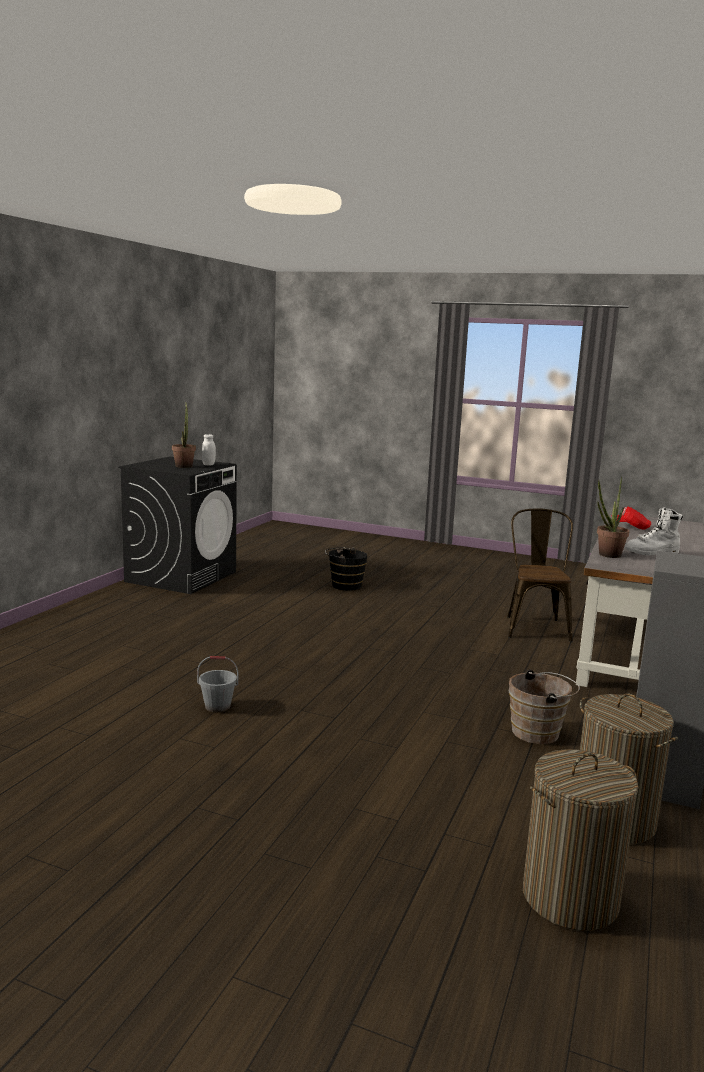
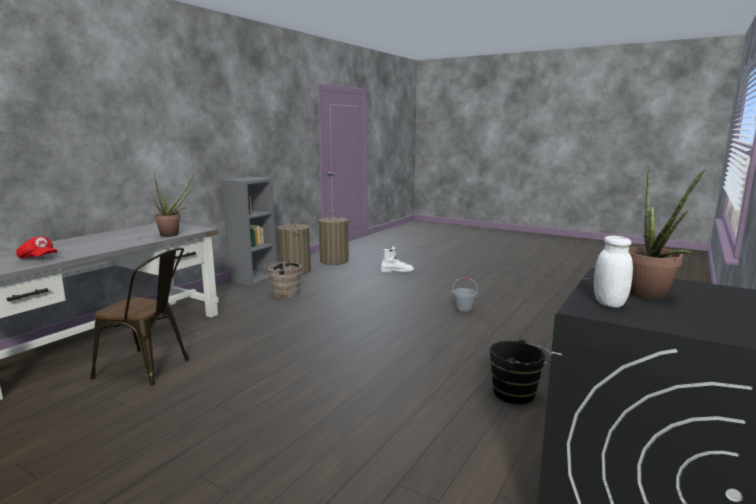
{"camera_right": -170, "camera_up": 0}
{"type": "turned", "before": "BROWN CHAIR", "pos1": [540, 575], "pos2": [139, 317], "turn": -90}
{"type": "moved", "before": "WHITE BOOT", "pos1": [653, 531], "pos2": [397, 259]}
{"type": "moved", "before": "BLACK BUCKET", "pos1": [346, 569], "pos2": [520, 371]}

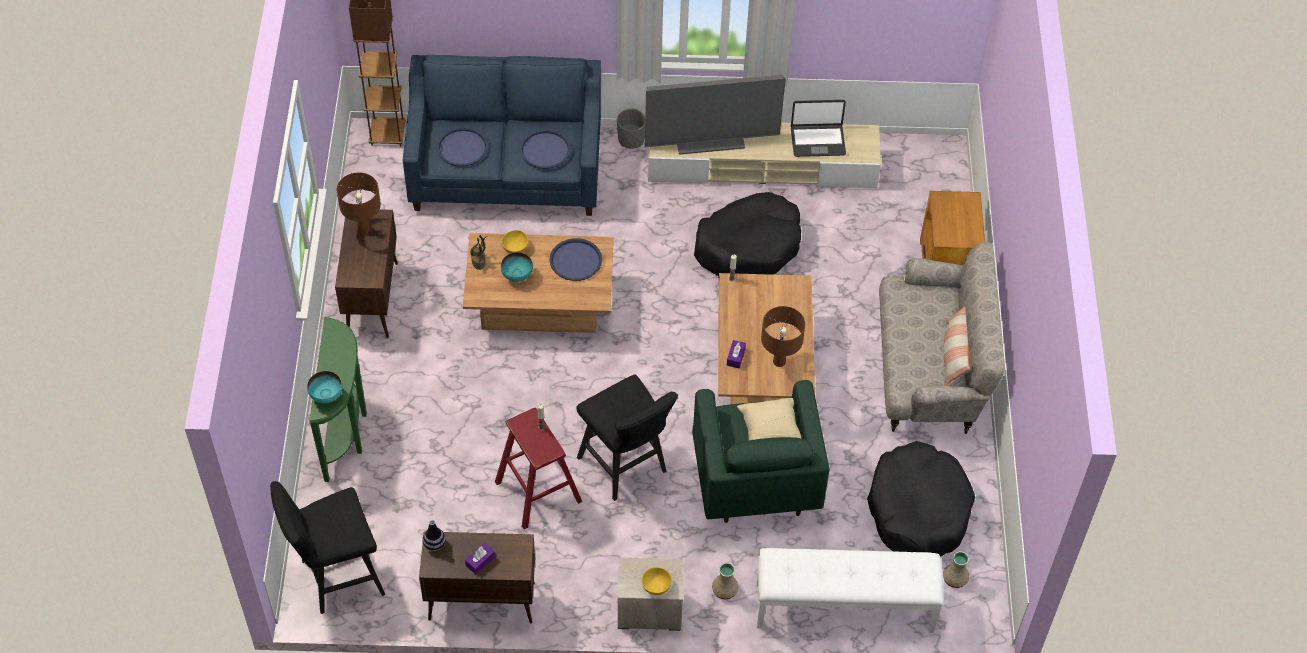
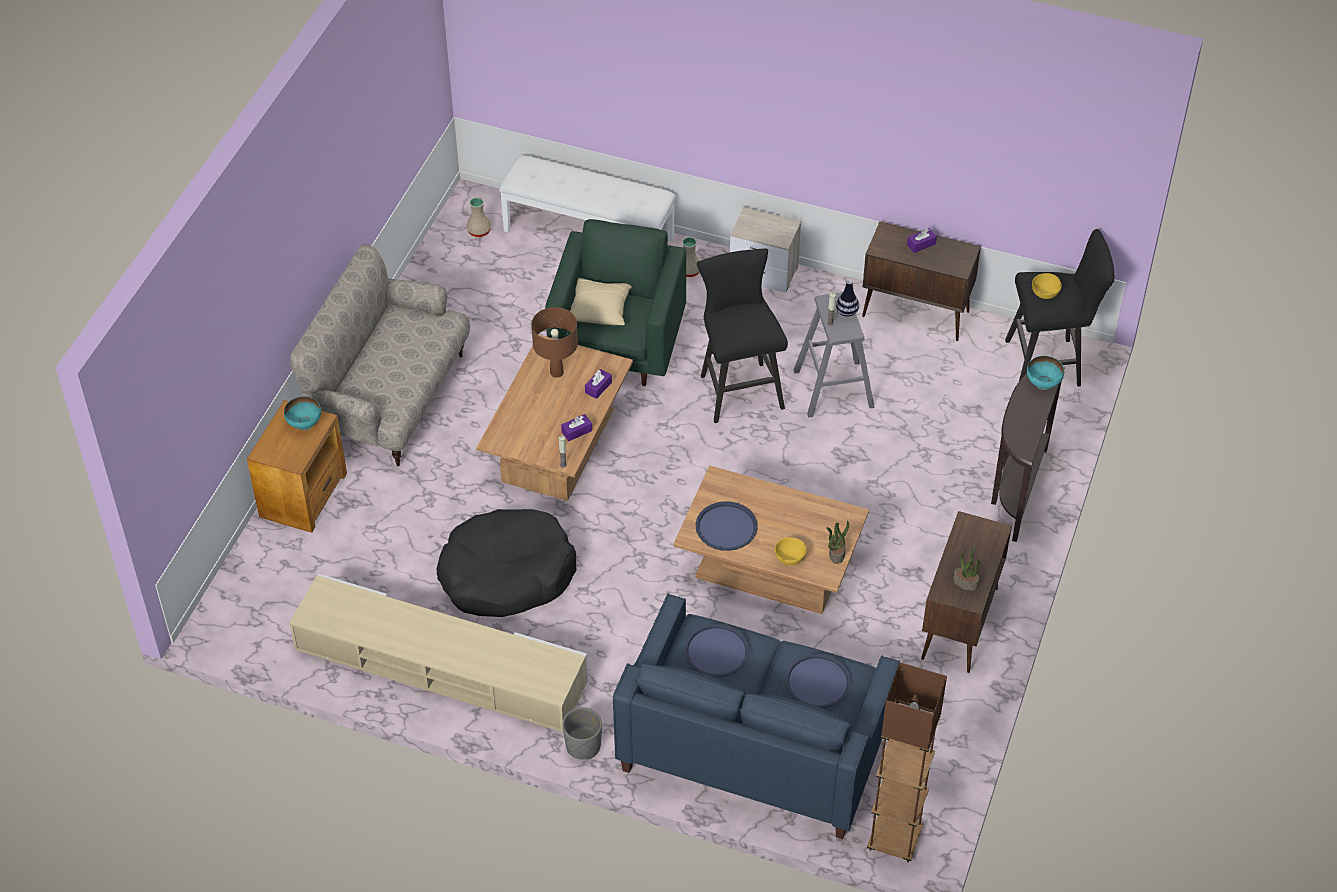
{"camera_right": -160, "camera_up": -5}
{"type": "moved", "before": "TURQUOISE BOWL", "pos1": [517, 267], "pos2": [302, 413]}
{"type": "added", "after": "PURPLE TISSUE BOX", "pos2": [576, 427]}
{"type": "recoloured", "before": "RED STOOL", "after": "GREY STOOL", "pos1": [538, 468], "pos2": [834, 355]}
{"type": "moved", "before": "VASE", "pos1": [434, 535], "pos2": [847, 298]}
{"type": "replaced", "before": "BROWN TABLE LAMP", "after": "POTTED PLANT", "pos1": [359, 203], "pos2": [966, 568]}
{"type": "recoloured", "before": "GREEN CONSOLE TABLE", "after": "BROWN CONSOLE TABLE", "pos1": [338, 399], "pos2": [1028, 454]}
{"type": "moved", "before": "YELLOW BOWL", "pos1": [656, 581], "pos2": [1047, 286]}
{"type": "removed", "before": "TELEVISION", "pos1": [715, 115]}
{"type": "removed", "before": "LAPTOP", "pos1": [818, 128]}
{"type": "removed", "before": "BLACK DOG BED", "pos1": [921, 499]}
{"type": "removed", "before": "PILLOW", "pos1": [956, 346]}

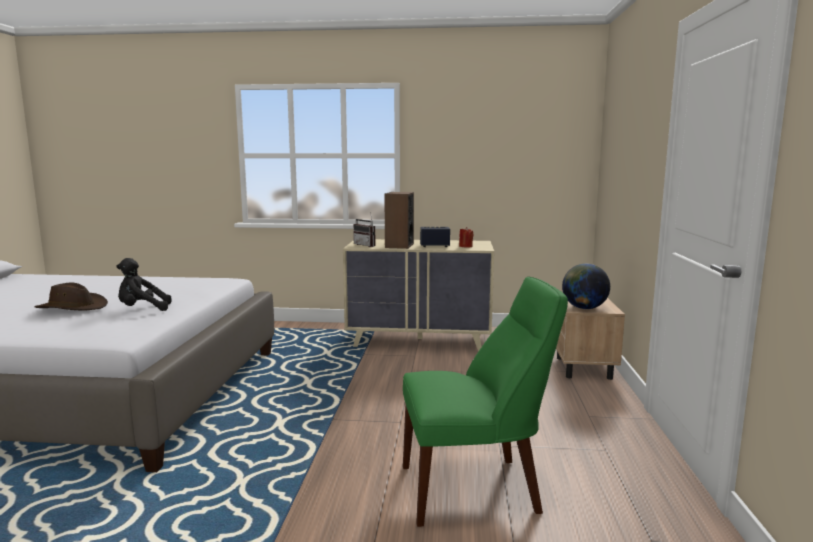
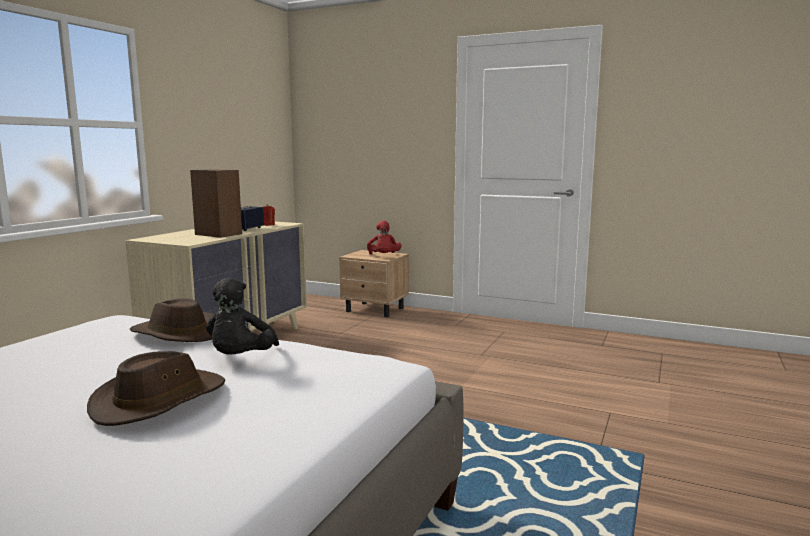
{"camera_right": -70, "camera_up": 0}
{"type": "added", "after": "BROWN HAT", "pos2": [172, 320]}
{"type": "replaced", "before": "GLOBE", "after": "RED PLUSH TOY", "pos1": [586, 286], "pos2": [384, 238]}
{"type": "removed", "before": "RADIO", "pos1": [364, 229]}
{"type": "removed", "before": "GREEN CHAIR", "pos1": [485, 402]}

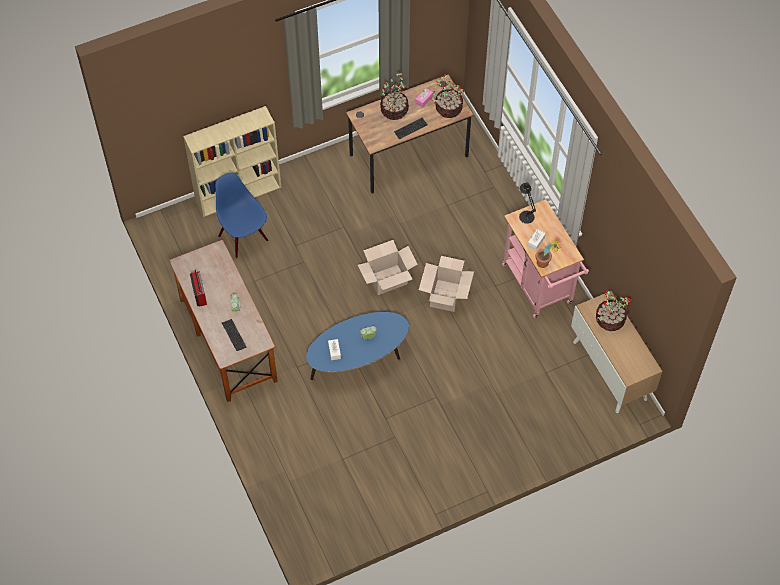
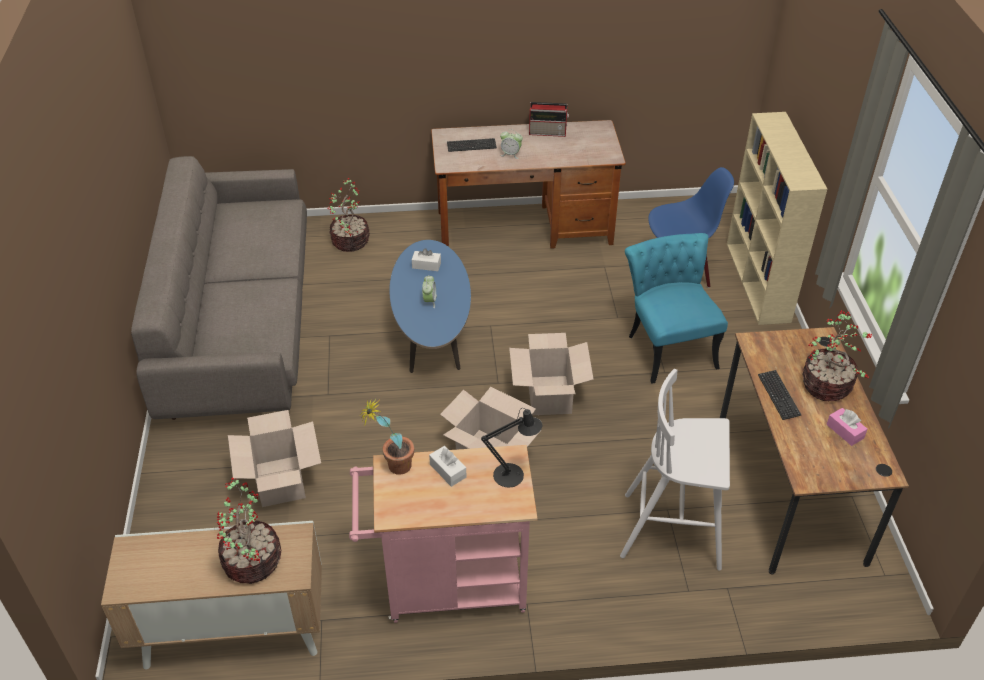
{"camera_right": 110, "camera_up": -15}
{"type": "added", "after": "GREY SOFA", "pos2": [219, 288]}
{"type": "added", "after": "CARDBOARD BOX", "pos2": [274, 458]}
{"type": "moved", "before": "POTTED PLANT", "pos1": [447, 96], "pos2": [349, 215]}
{"type": "added", "after": "WHITE STOOL", "pos2": [675, 470]}
{"type": "added", "after": "TURQUOISE CHAIR", "pos2": [676, 308]}

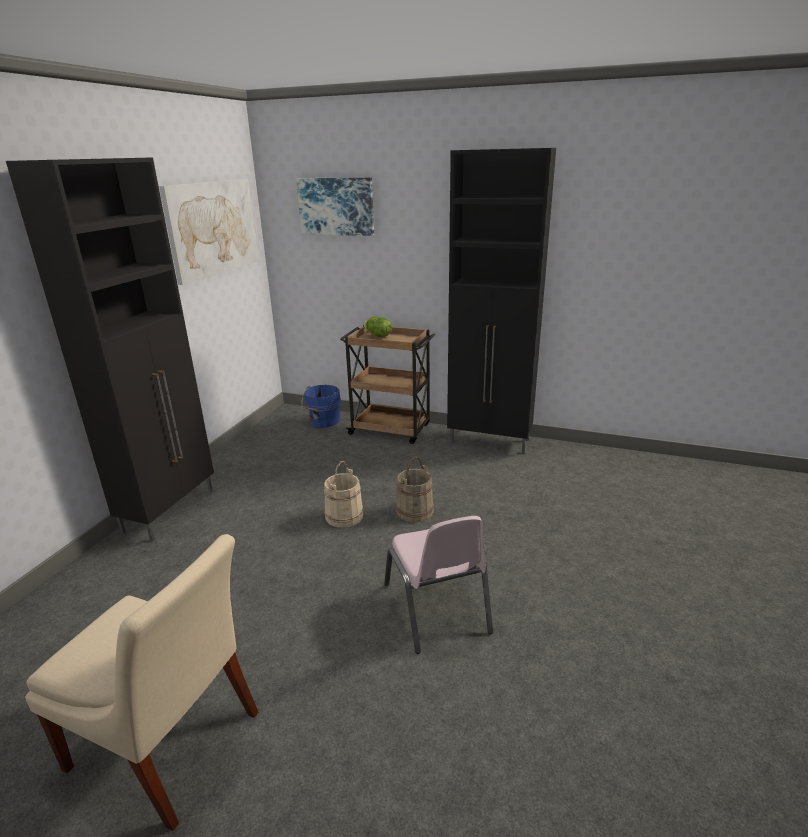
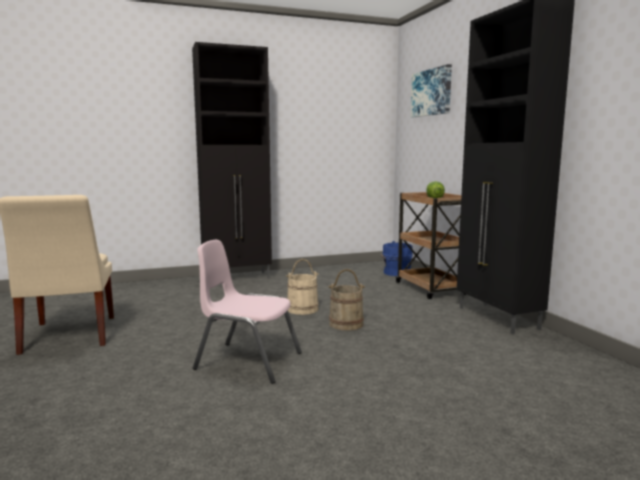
{"camera_right": 50, "camera_up": -15}
{"type": "turned", "before": "PINK CHAIR", "pos1": [438, 585], "pos2": [247, 312], "turn": 75}
{"type": "removed", "before": "PICTURE", "pos1": [209, 232]}

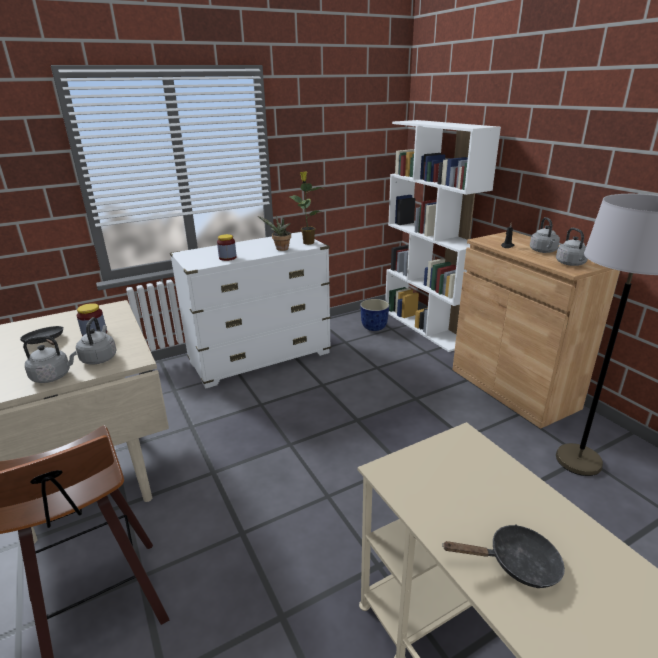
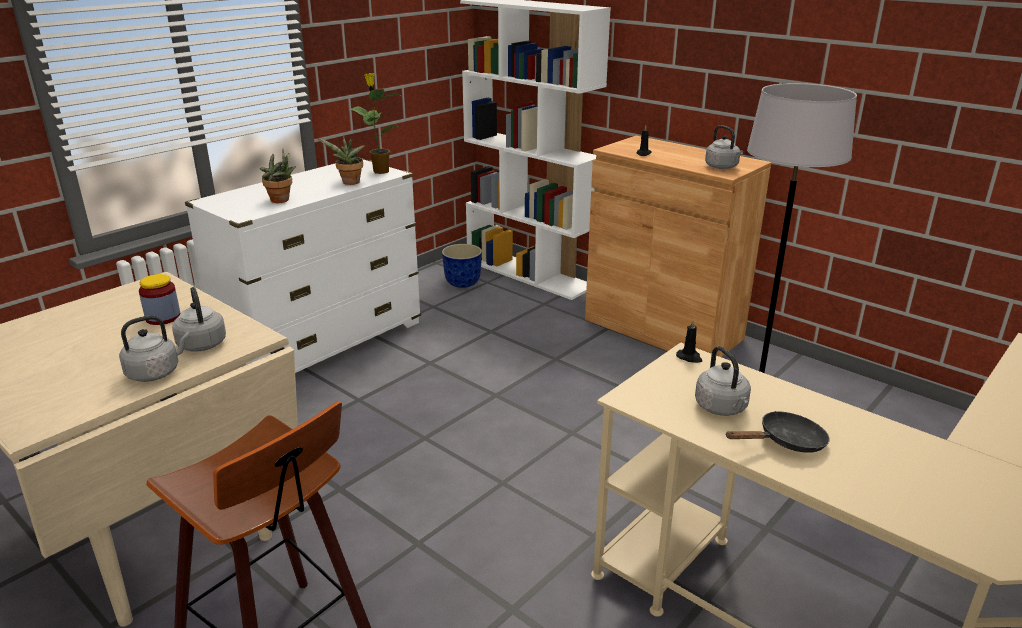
{"camera_right": -20, "camera_up": 0}
{"type": "replaced", "before": "JAR", "after": "POTTED PLANT", "pos1": [227, 247], "pos2": [278, 176]}
{"type": "added", "after": "BLACK CANDLE", "pos2": [689, 341]}
{"type": "moved", "before": "GREY KETTLE", "pos1": [545, 235], "pos2": [723, 381]}
{"type": "removed", "before": "BLACK FRYING PAN", "pos1": [41, 335]}

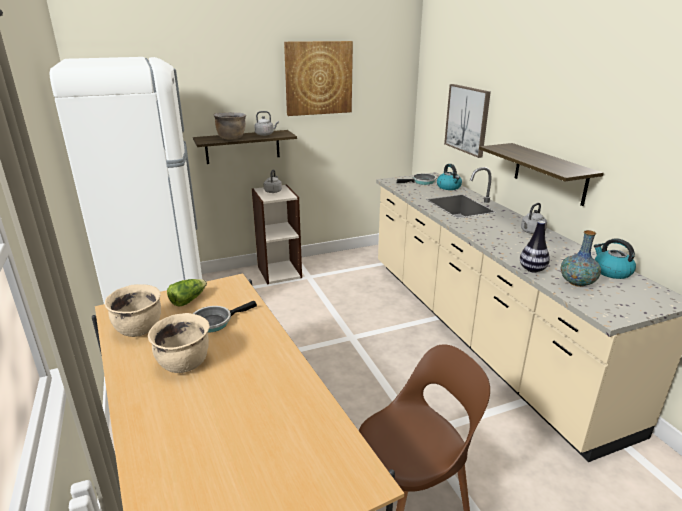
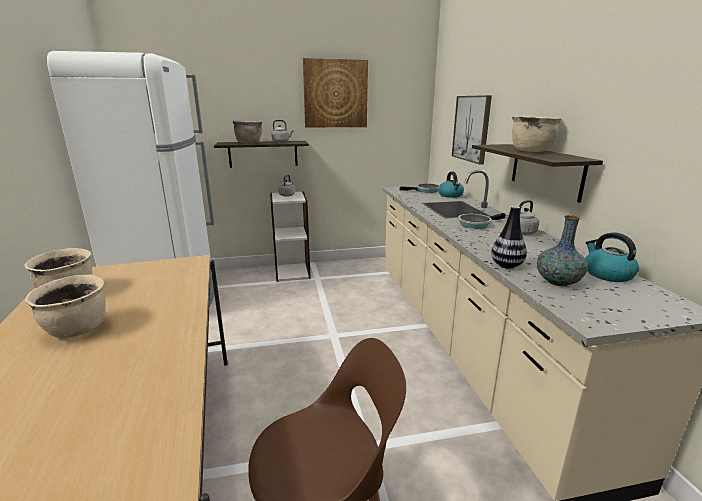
{"camera_right": 10, "camera_up": -5}
{"type": "moved", "before": "FRYING PAN", "pos1": [225, 317], "pos2": [482, 221]}
{"type": "added", "after": "BEIGE COOKING POT", "pos2": [536, 134]}
{"type": "removed", "before": "LETTUCE", "pos1": [187, 293]}

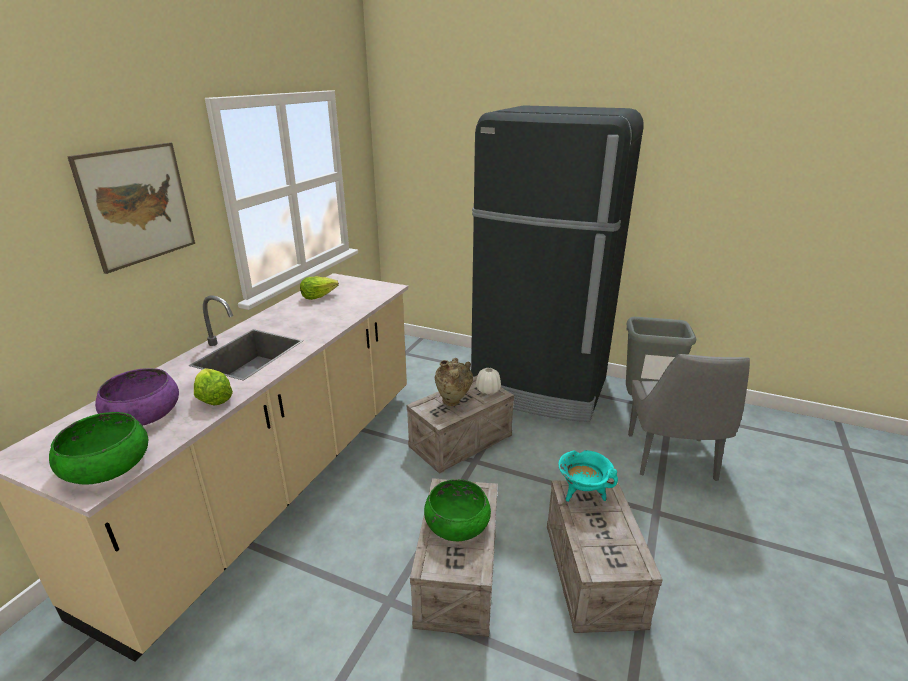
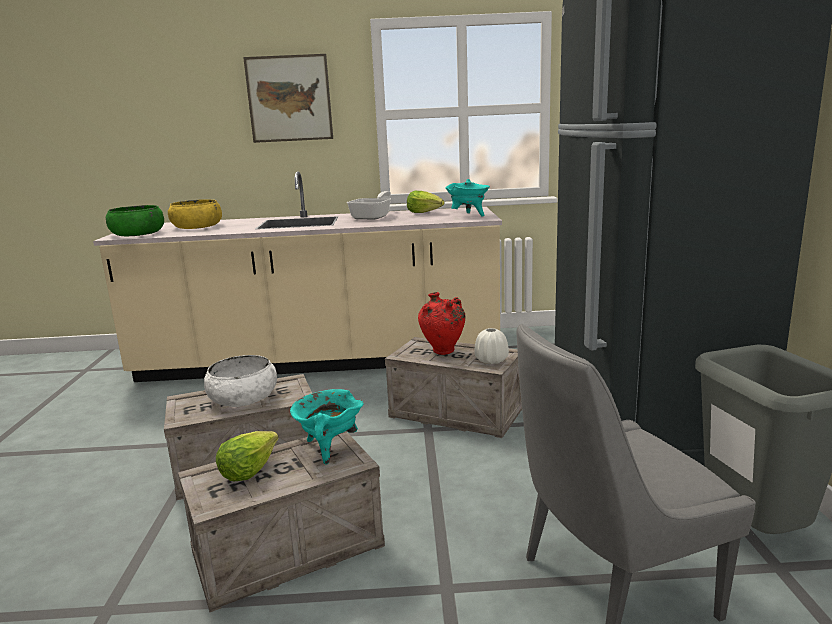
{"camera_right": 65, "camera_up": -10}
{"type": "recoloured", "before": "PURPLE BOWL", "after": "YELLOW BOWL", "pos1": [137, 397], "pos2": [195, 214]}
{"type": "recoloured", "before": "GREEN BOWL", "after": "WHITE BOWL", "pos1": [457, 510], "pos2": [240, 381]}
{"type": "moved", "before": "LETTUCE", "pos1": [213, 387], "pos2": [247, 456]}
{"type": "added", "after": "FRYING PAN", "pos2": [369, 205]}
{"type": "recoloured", "before": "BEIGE VASE", "after": "RED VASE", "pos1": [454, 382], "pos2": [441, 323]}
{"type": "added", "after": "TURQUOISE COOKING POT", "pos2": [467, 197]}

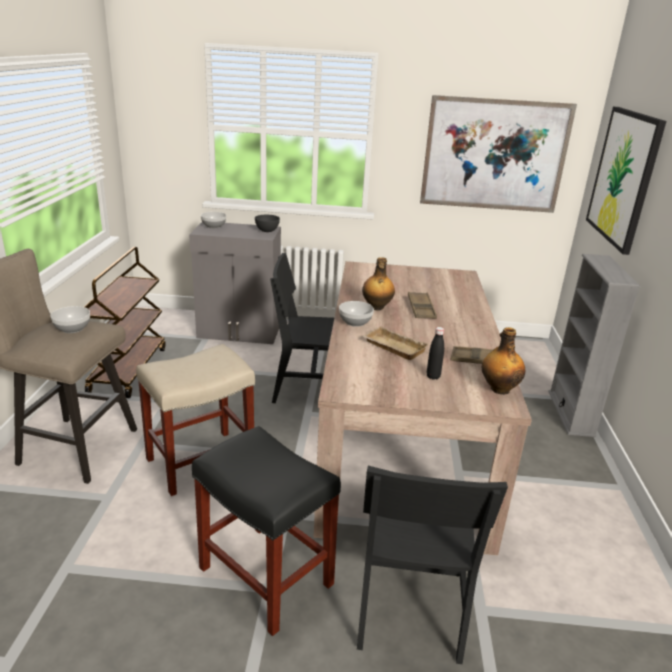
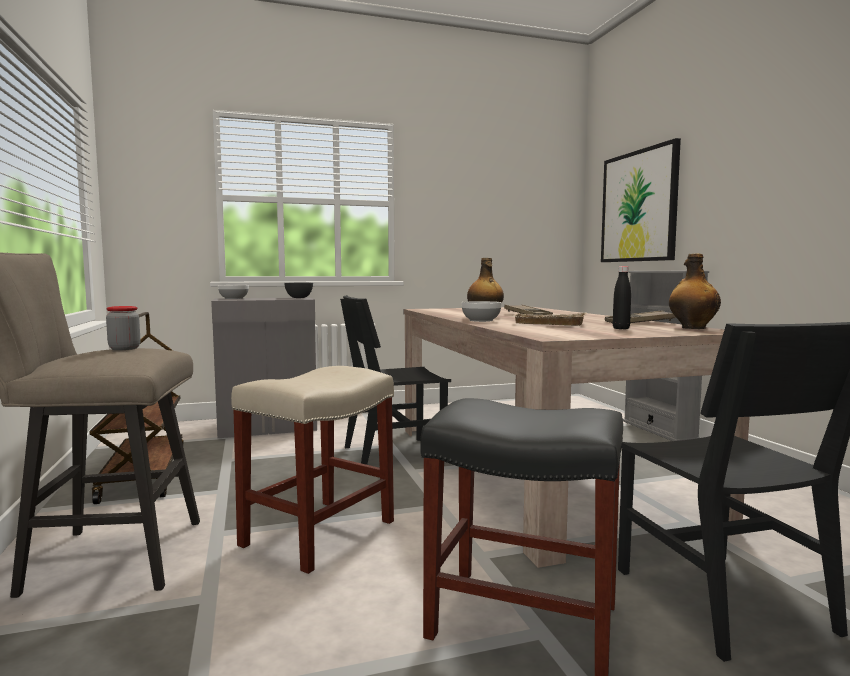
{"camera_right": -20, "camera_up": -20}
{"type": "replaced", "before": "BOWL", "after": "JAR", "pos1": [70, 319], "pos2": [123, 328]}
{"type": "removed", "before": "PICTURE", "pos1": [498, 154]}

